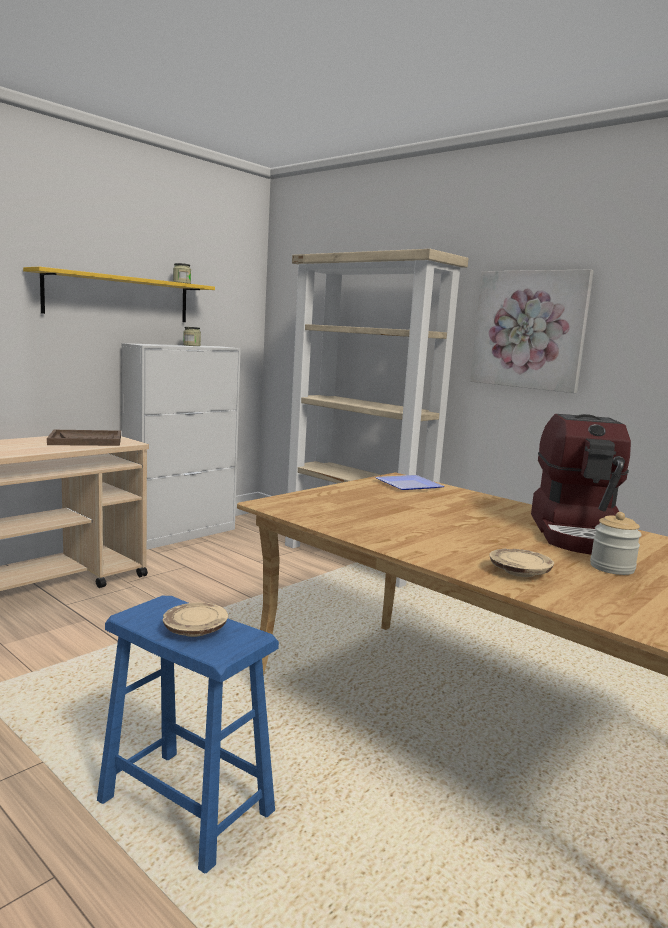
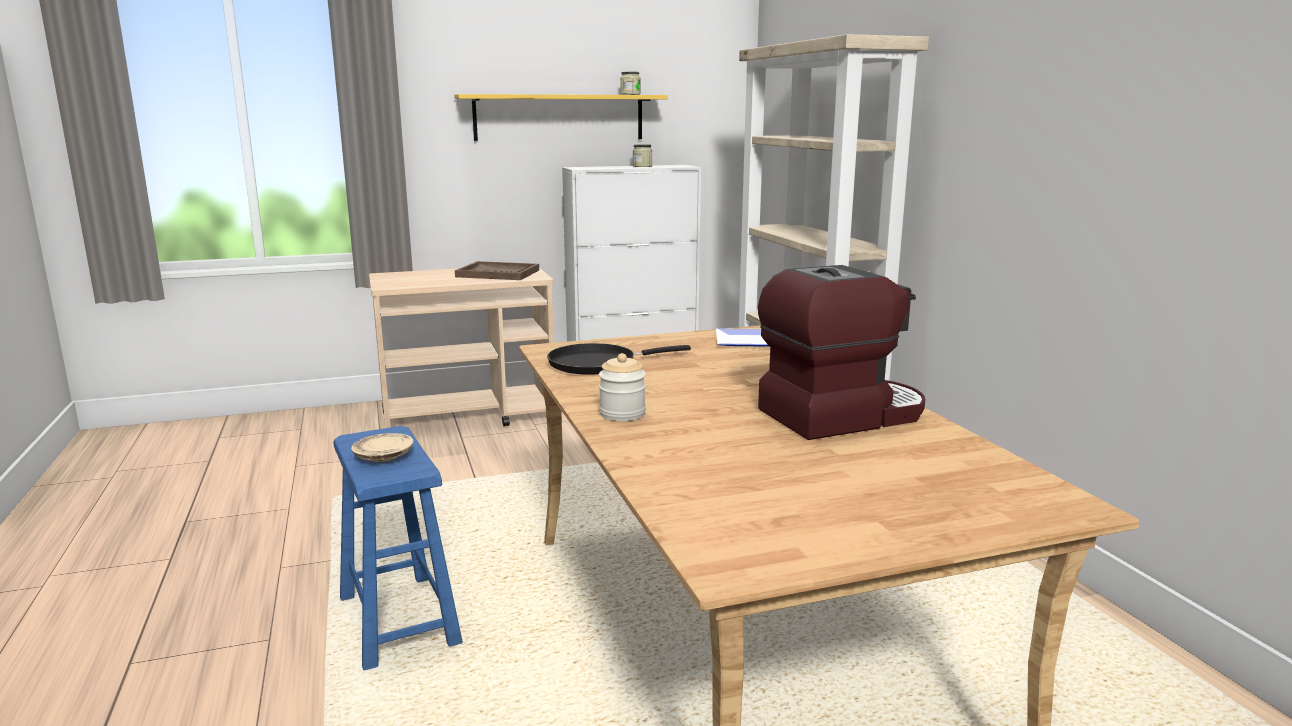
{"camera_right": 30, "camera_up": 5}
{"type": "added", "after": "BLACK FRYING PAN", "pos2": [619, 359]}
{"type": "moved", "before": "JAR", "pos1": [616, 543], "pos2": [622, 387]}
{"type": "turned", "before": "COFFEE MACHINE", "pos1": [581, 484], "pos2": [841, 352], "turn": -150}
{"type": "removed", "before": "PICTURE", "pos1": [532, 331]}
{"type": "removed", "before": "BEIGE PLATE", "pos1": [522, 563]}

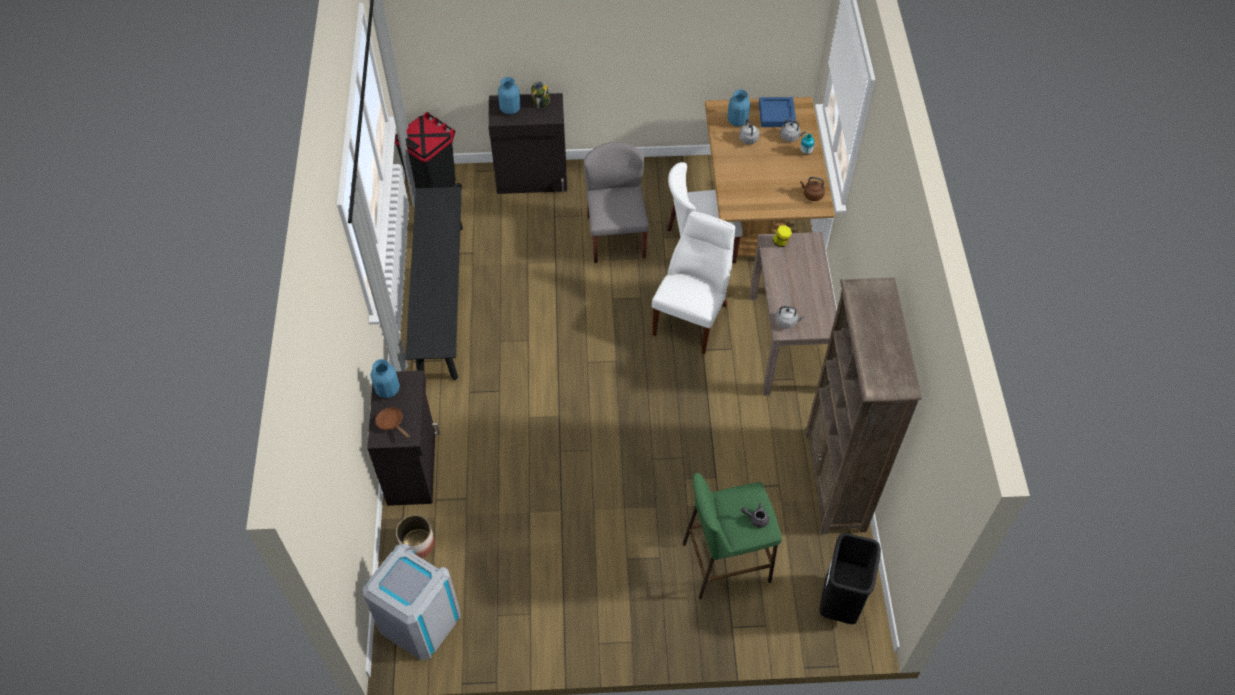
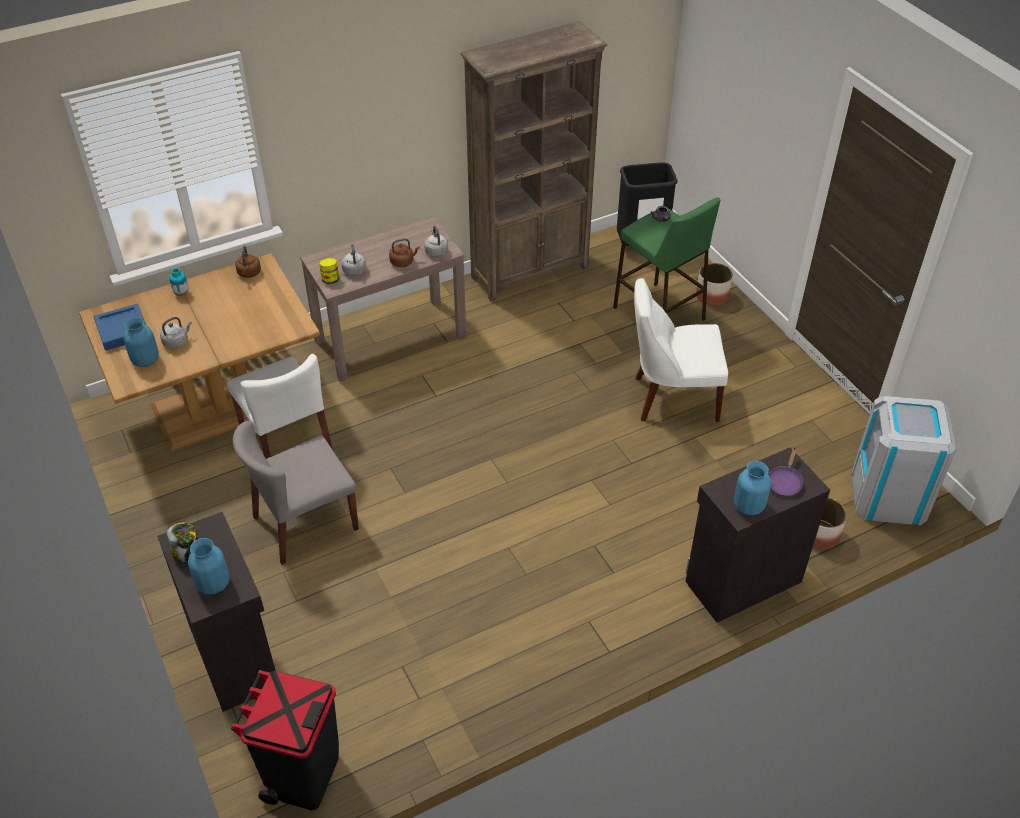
{"camera_right": -115, "camera_up": -10}
{"type": "moved", "before": "GREY KETTLE", "pos1": [793, 130], "pos2": [353, 260]}
{"type": "added", "after": "BROWN KETTLE", "pos2": [404, 252]}
{"type": "moved", "before": "WHITE CHAIR", "pos1": [693, 282], "pos2": [681, 350]}
{"type": "added", "after": "PLANTER", "pos2": [714, 284]}
{"type": "recoloured", "before": "BROWN FRYING PAN", "after": "PURPLE FRYING PAN", "pos1": [392, 422], "pos2": [786, 471]}
{"type": "removed", "before": "BLACK BENCH", "pos1": [434, 284]}

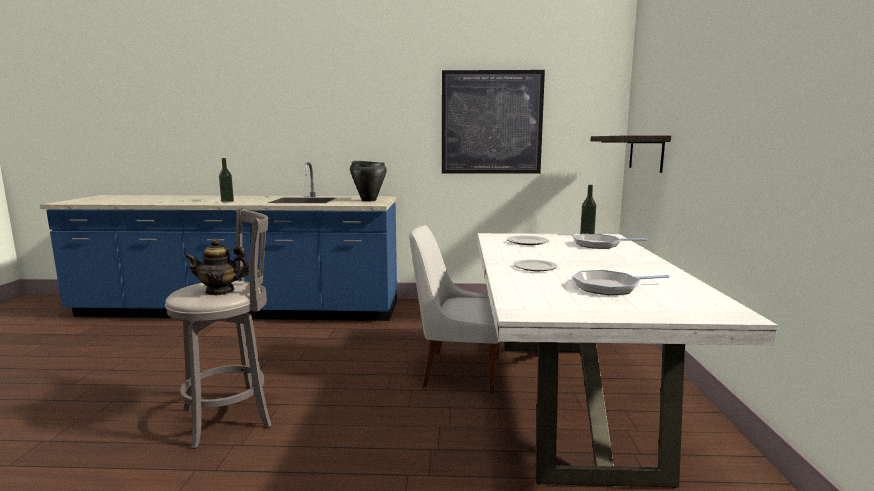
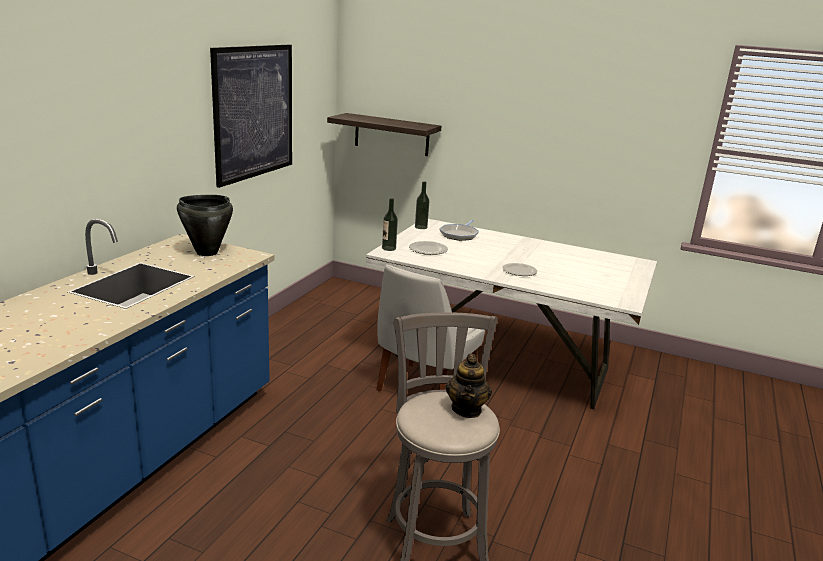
{"camera_right": -70, "camera_up": 10}
{"type": "moved", "before": "BOTTLE", "pos1": [226, 180], "pos2": [390, 224]}
{"type": "removed", "before": "FRYING PAN", "pos1": [621, 282]}

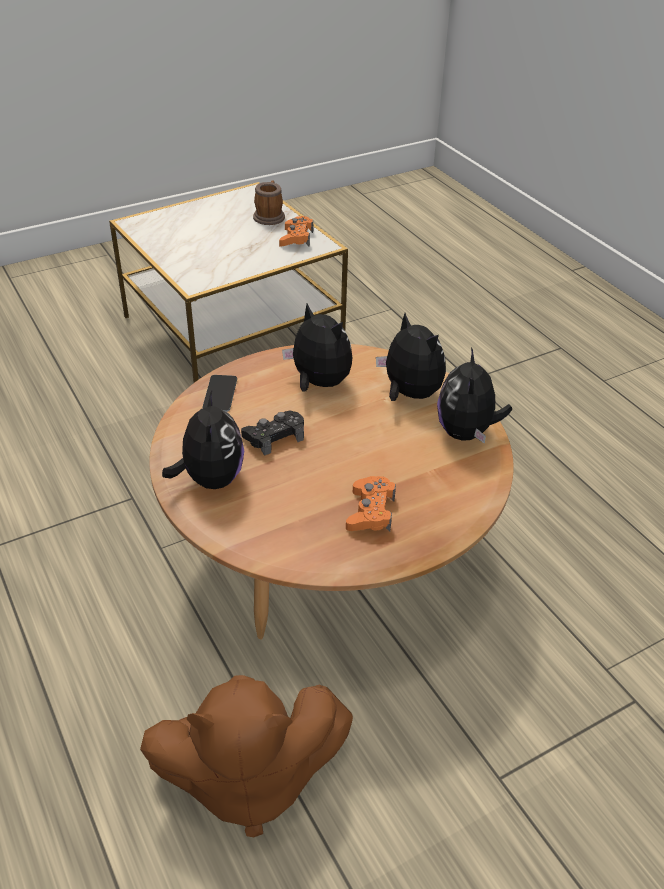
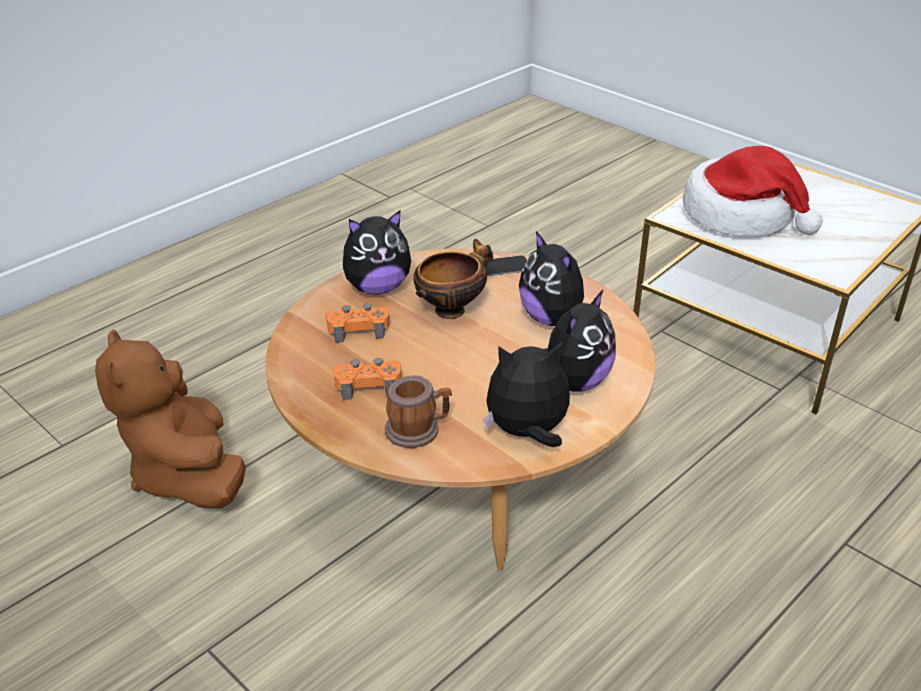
{"camera_right": 75, "camera_up": -5}
{"type": "moved", "before": "ORANGE GAME CONTROLLER", "pos1": [296, 231], "pos2": [357, 323]}
{"type": "moved", "before": "MUG", "pos1": [269, 203], "pos2": [418, 412]}
{"type": "replaced", "before": "BLACK GAME CONTROLLER", "after": "BOWL", "pos1": [272, 433], "pos2": [453, 279]}
{"type": "turned", "before": "PLUSH TOY", "pos1": [317, 348], "pos2": [551, 278], "turn": 120}
{"type": "added", "after": "HAT", "pos2": [753, 191]}

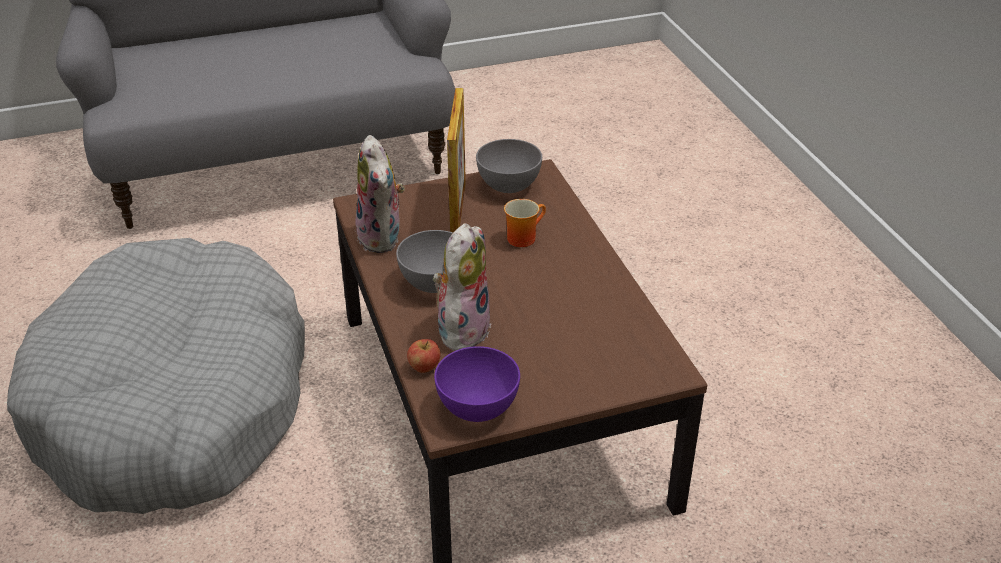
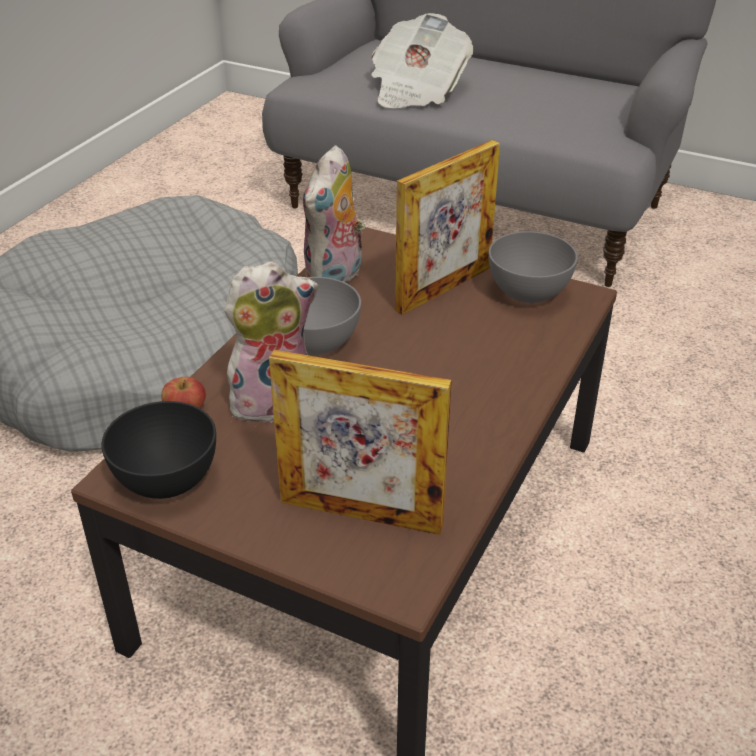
{"camera_right": 45, "camera_up": 0}
{"type": "recoloured", "before": "PURPLE BOWL", "after": "BLACK BOWL", "pos1": [477, 384], "pos2": [158, 450]}
{"type": "added", "after": "PICTURE FRAME", "pos2": [360, 442]}
{"type": "added", "after": "NEWSPAPER", "pos2": [422, 60]}
{"type": "removed", "before": "MUG", "pos1": [525, 223]}

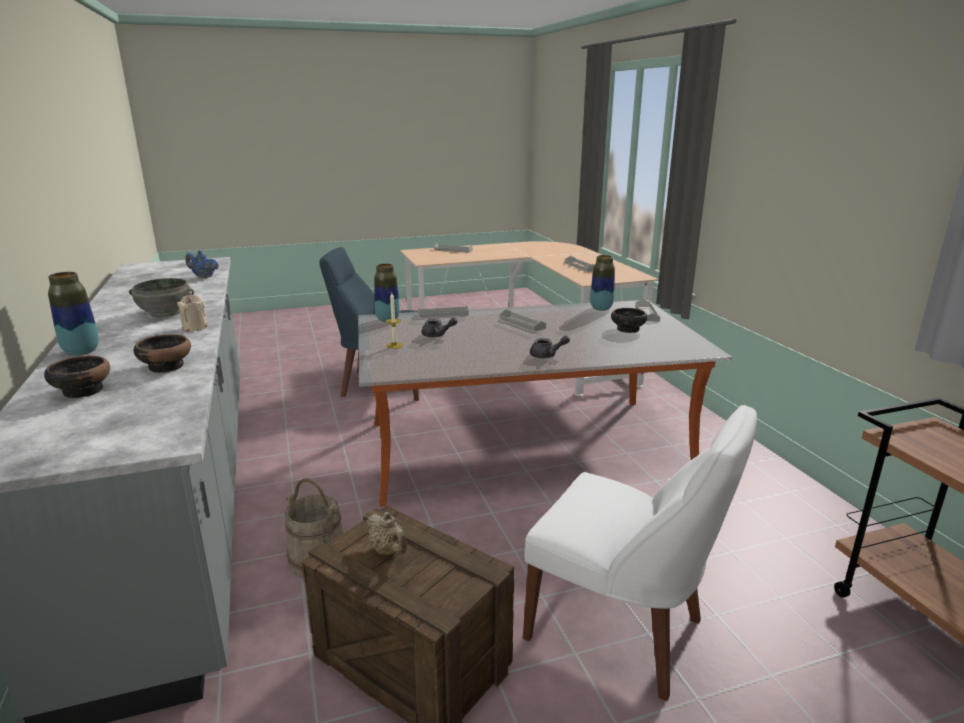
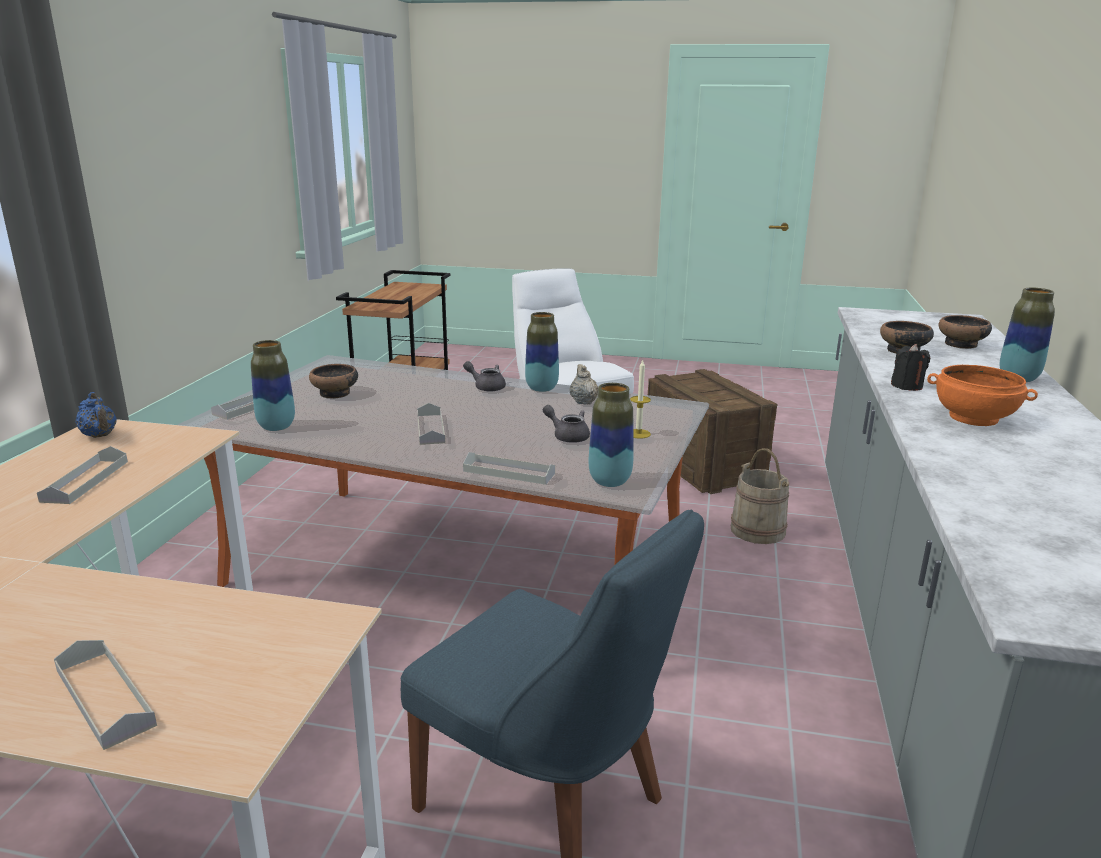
{"camera_right": -150, "camera_up": 0}
{"type": "moved", "before": "BLUE TEAPOT", "pos1": [202, 264], "pos2": [96, 415]}
{"type": "added", "after": "VASE", "pos2": [542, 352]}
{"type": "moved", "before": "BEIGE TEAPOT", "pos1": [387, 533], "pos2": [583, 384]}
{"type": "recoloured", "before": "BEIGE CANDLE", "after": "BLACK CANDLE", "pos1": [192, 313], "pos2": [910, 367]}
{"type": "recoloured", "before": "GREY BOWL", "after": "ORANGE BOWL", "pos1": [161, 297], "pos2": [982, 395]}

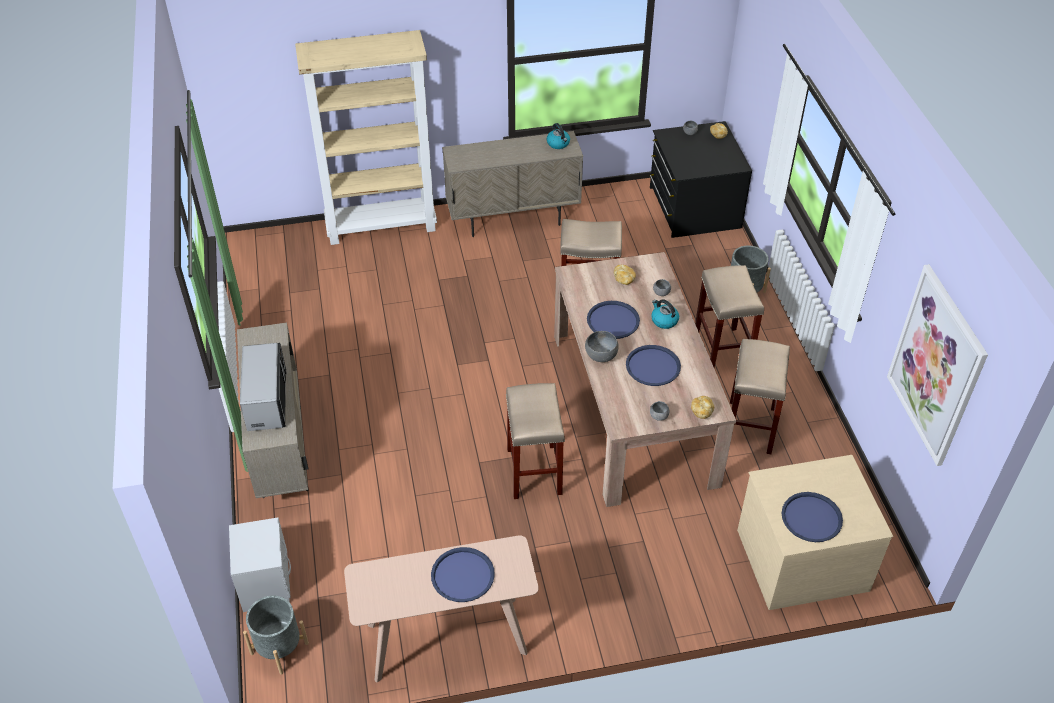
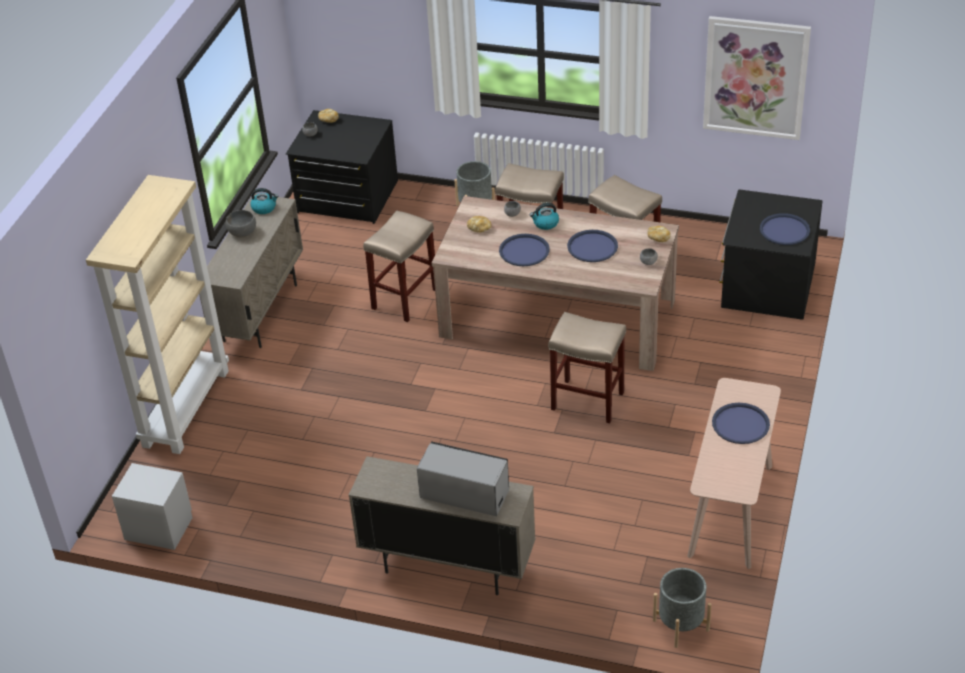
{"camera_right": -60, "camera_up": -5}
{"type": "moved", "before": "GREY NIGHTSTAND", "pos1": [260, 564], "pos2": [152, 506]}
{"type": "moved", "before": "GREY BOWL", "pos1": [602, 346], "pos2": [241, 223]}
{"type": "recoloured", "before": "BEIGE DRESSER", "after": "BLACK DRESSER", "pos1": [815, 532], "pos2": [771, 254]}

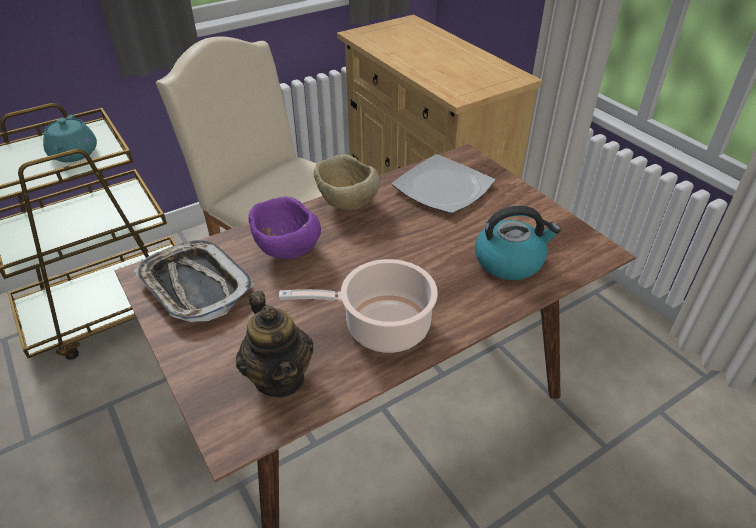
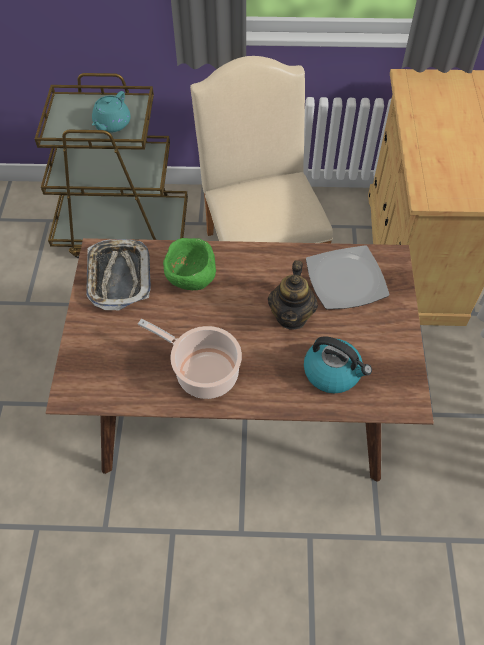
{"camera_right": 35, "camera_up": 15}
{"type": "recoloured", "before": "PURPLE BOWL", "after": "GREEN BOWL", "pos1": [285, 227], "pos2": [189, 264]}
{"type": "moved", "before": "TEAPOT", "pos1": [275, 344], "pos2": [293, 295]}
{"type": "removed", "before": "BEIGE BOWL", "pos1": [347, 182]}

